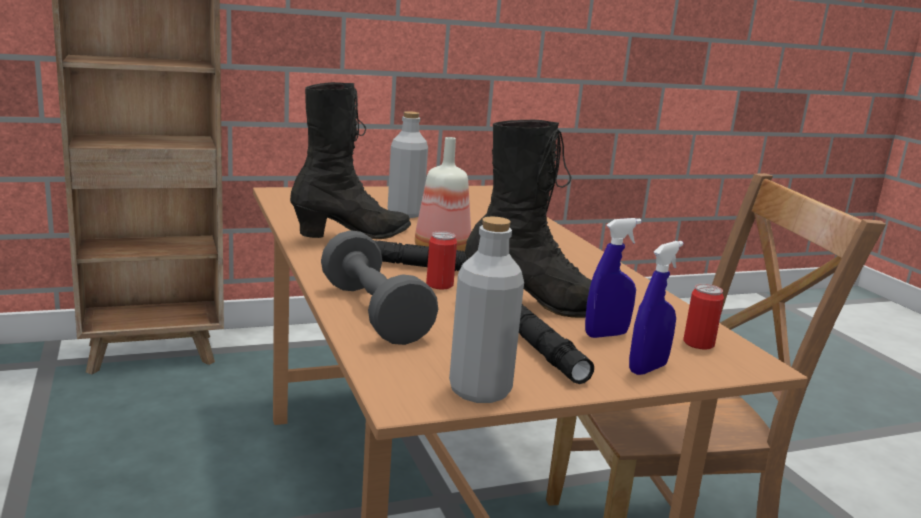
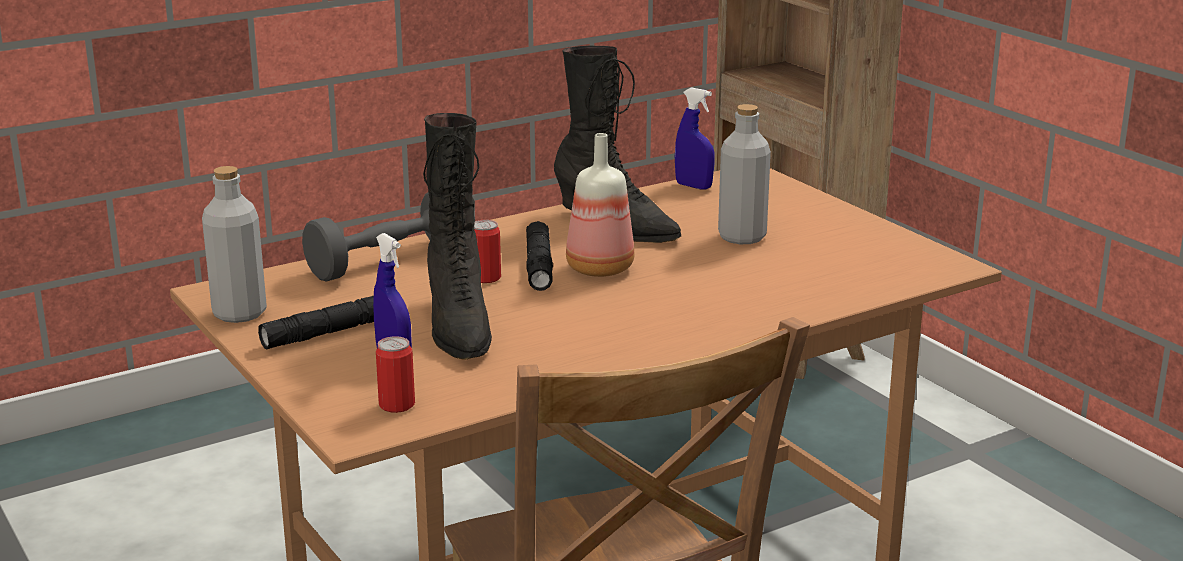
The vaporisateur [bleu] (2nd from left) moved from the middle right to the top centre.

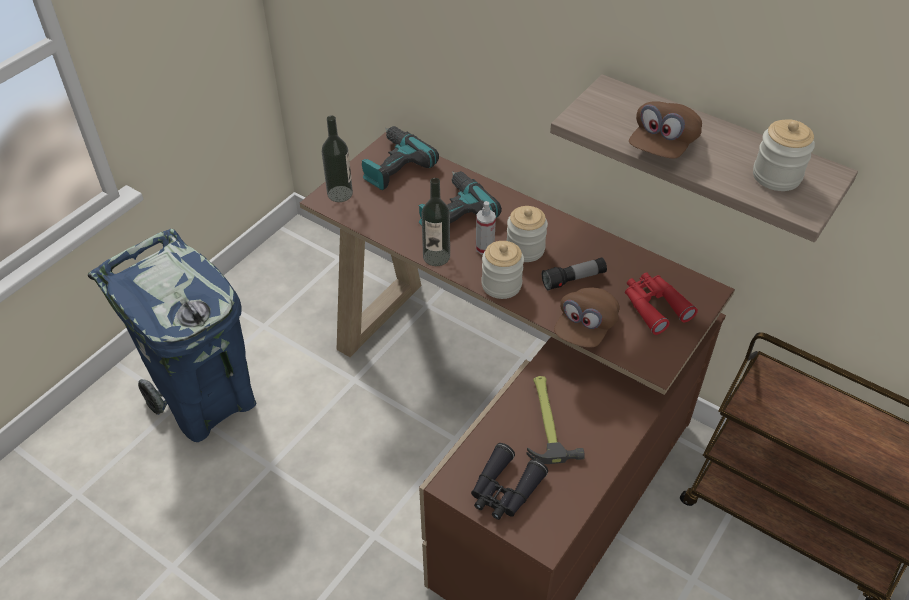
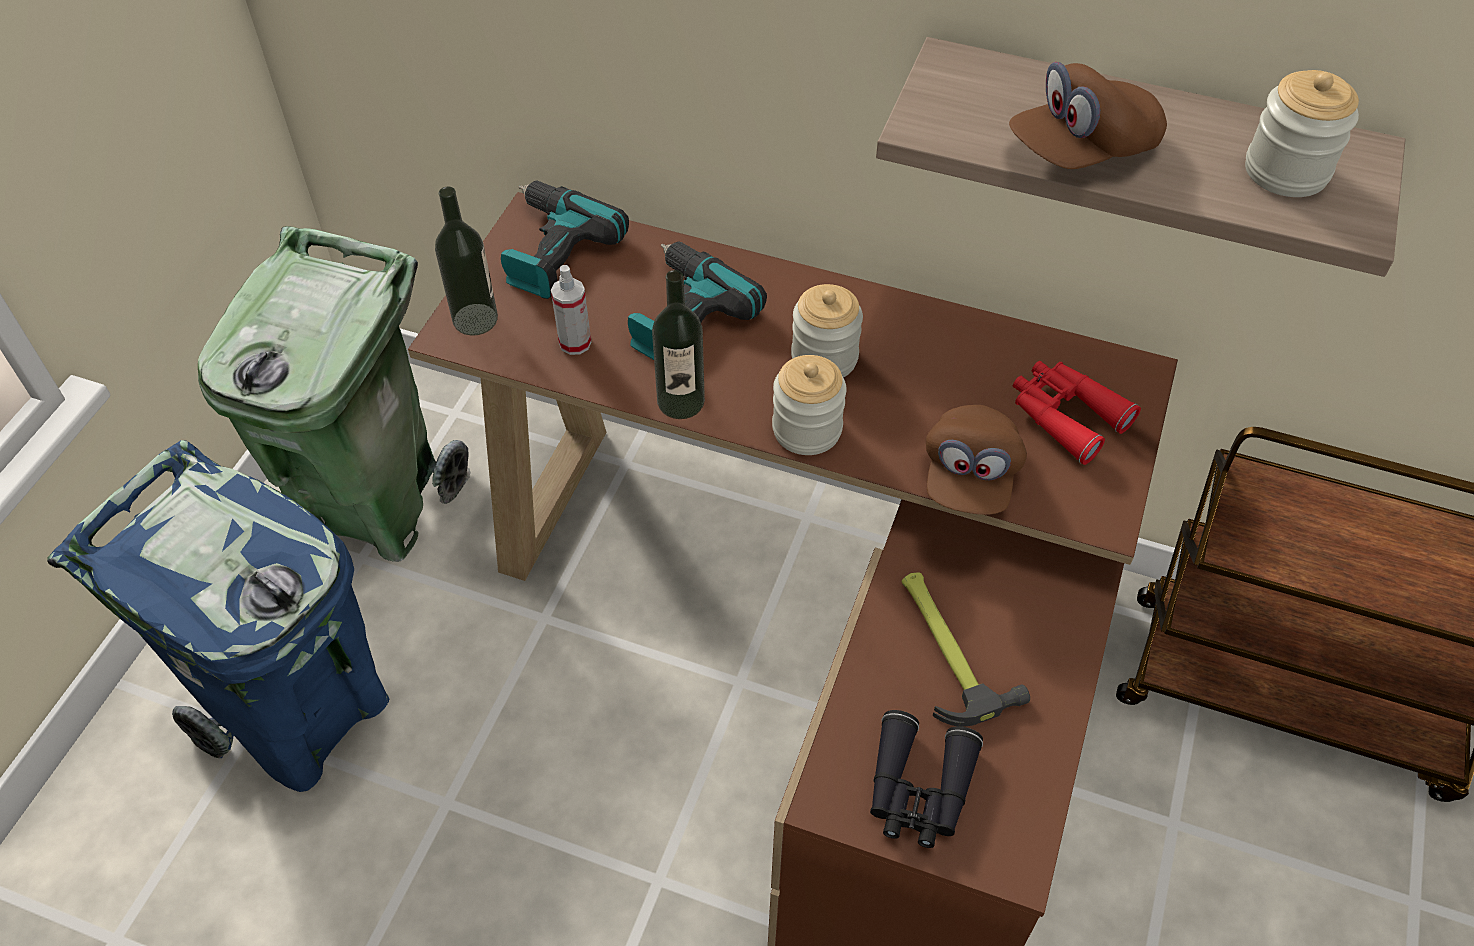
The poubelle [vert] at the middle left appeared.
The vaporisateur moved from the centre to the top centre.
The casquette [marron] (2nd from left) at the top right turned 45 degrees clockwise.
The lampe de poche at the centre disappeared.

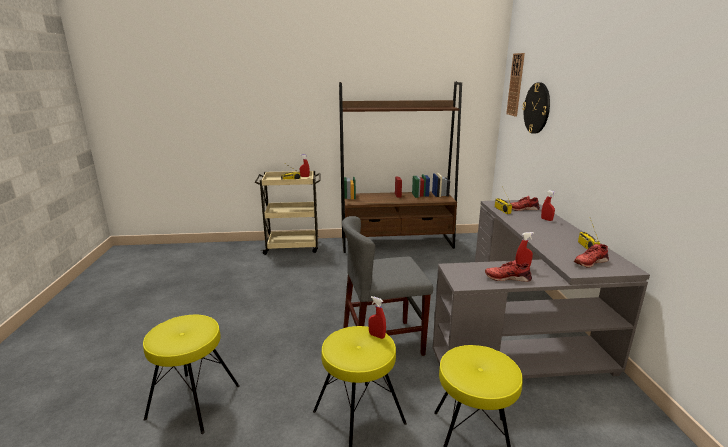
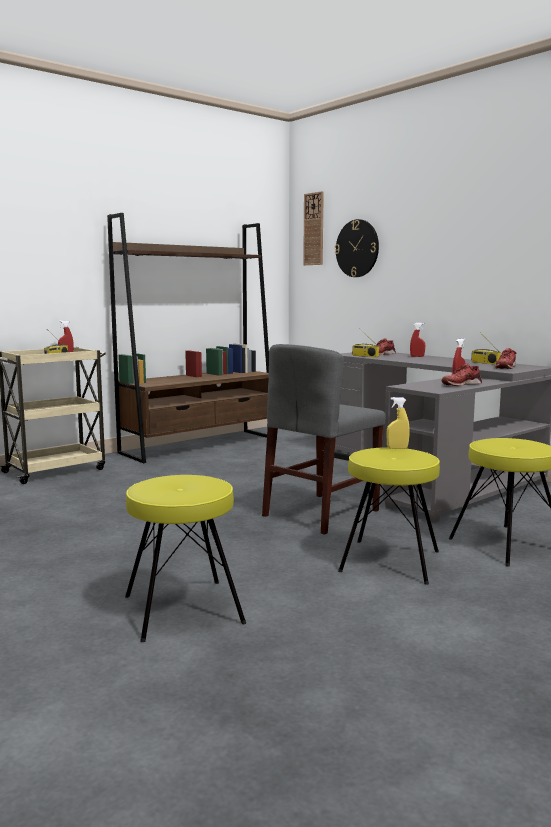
The vaporisateur [rouge] (2nd from left) at the bottom centre became the vaporisateur [jaune] at the middle right.

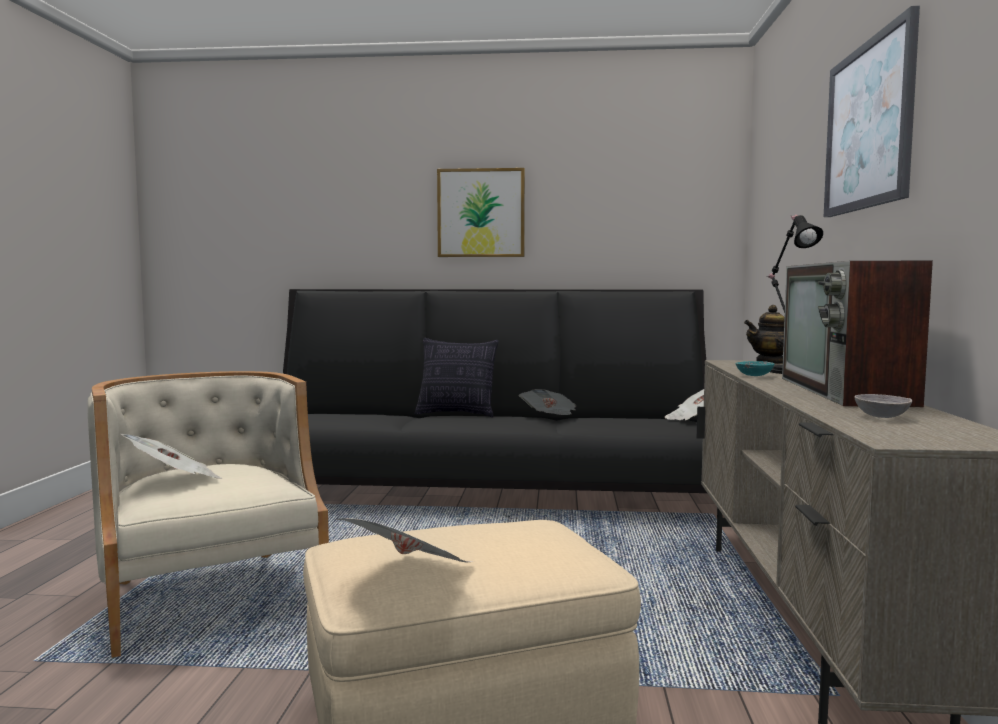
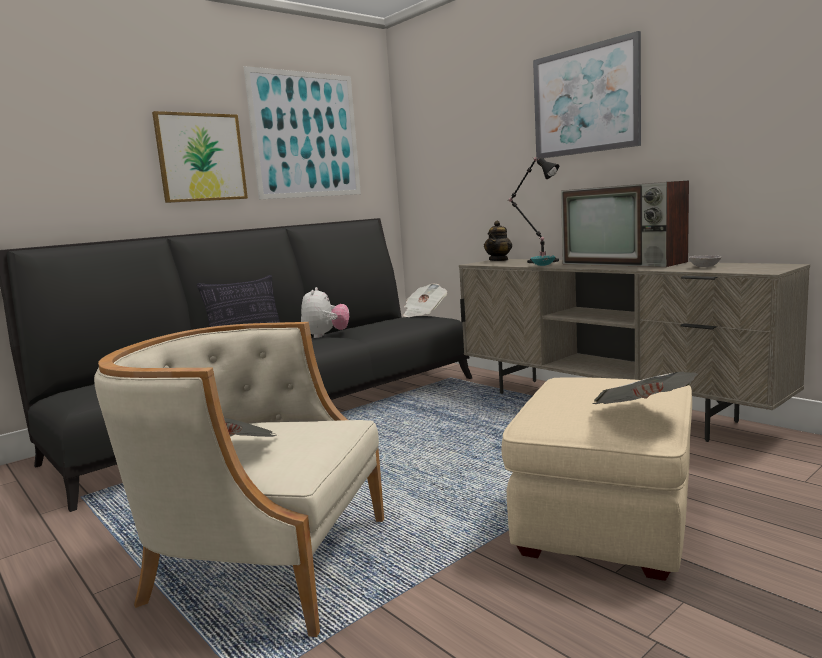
The tableau (2nd from left) at the top centre appeared.
The journal (3rd from left) at the centre was replaced by the peluche at the centre.

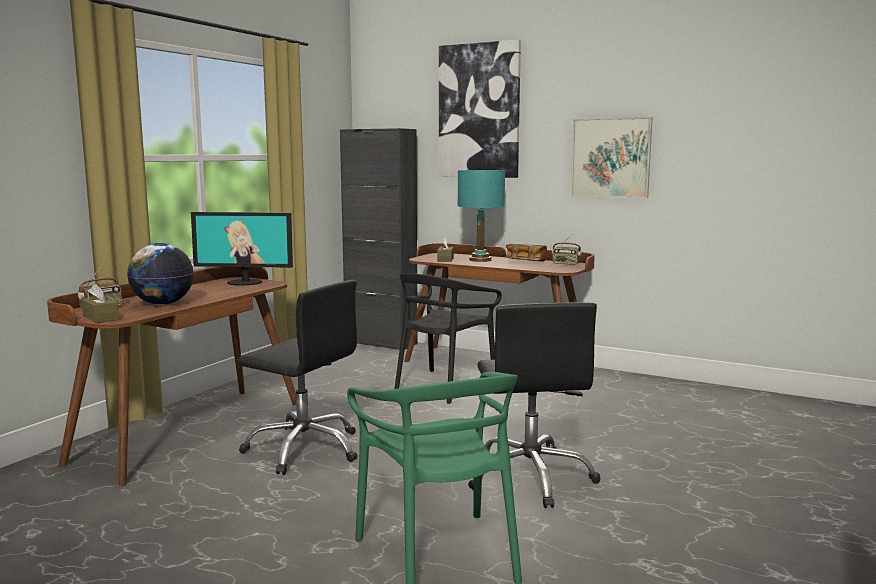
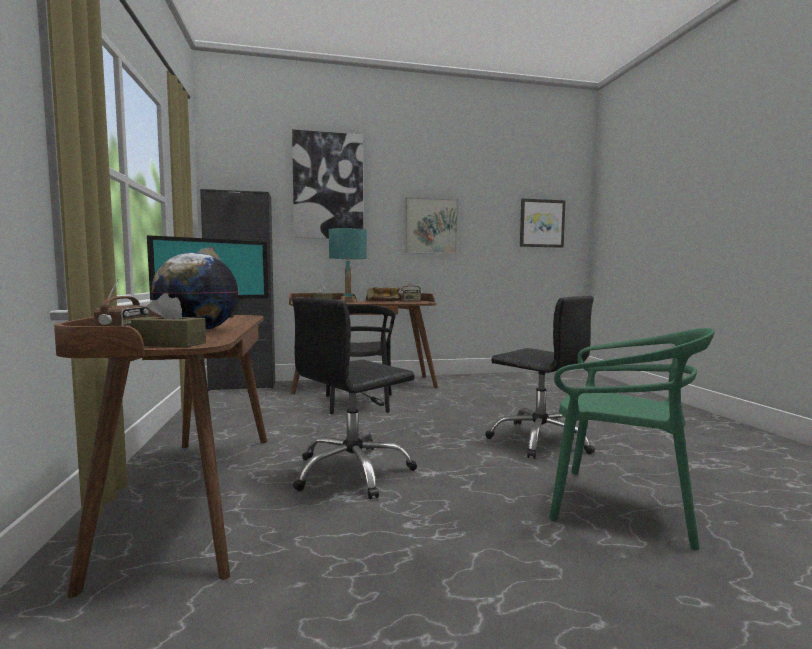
The chaise de bureau [noir] (1st from left) at the centre turned 150 degrees clockwise.
The tableau (3rd from left) at the middle right appeared.

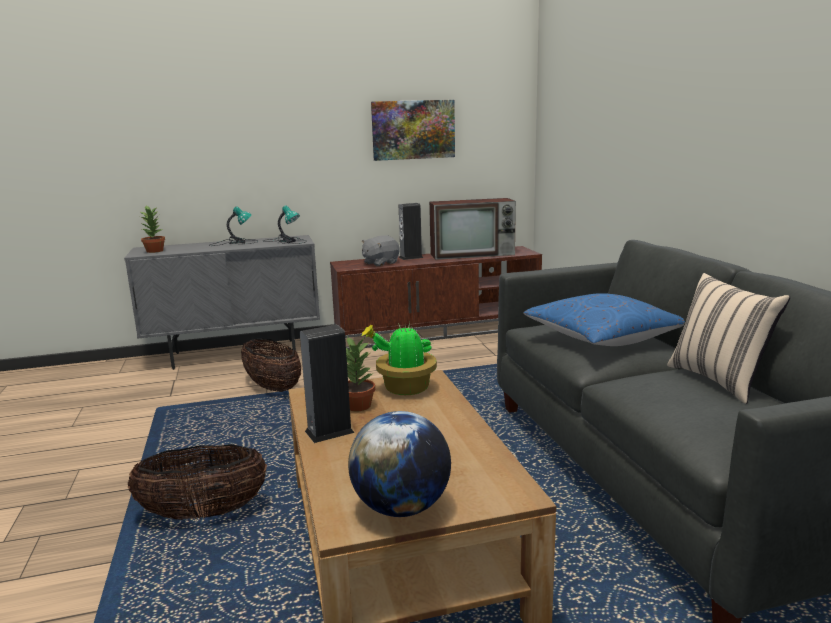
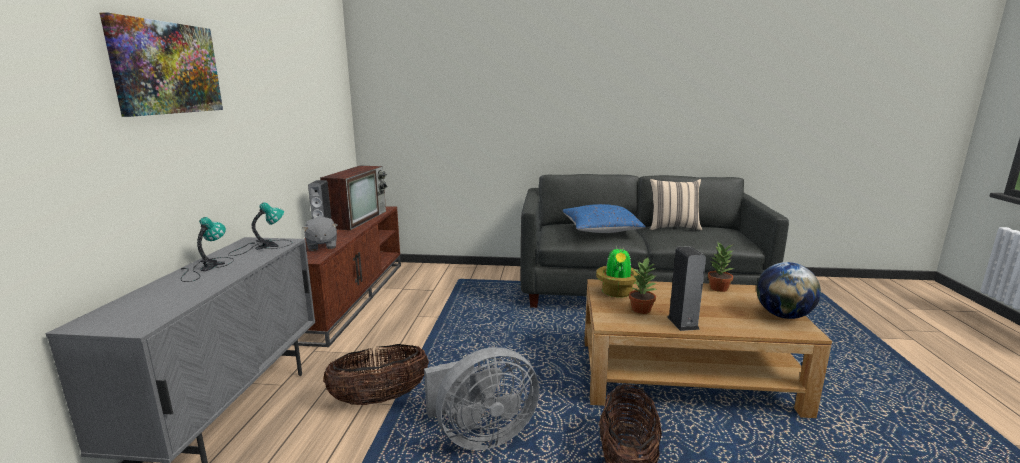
The tableau moved from the top centre to the top left.
The ventilateur [gris] at the bottom centre appeared.
The plante en pot (1st from left in the first image) moved from the middle left to the middle right.

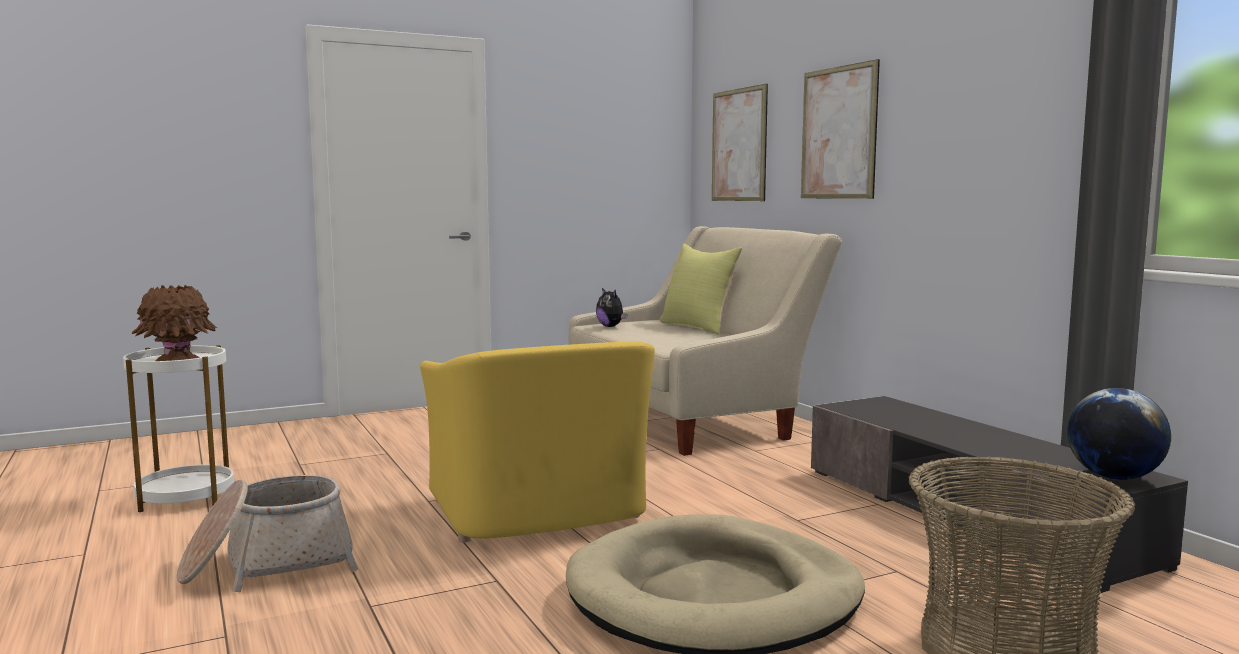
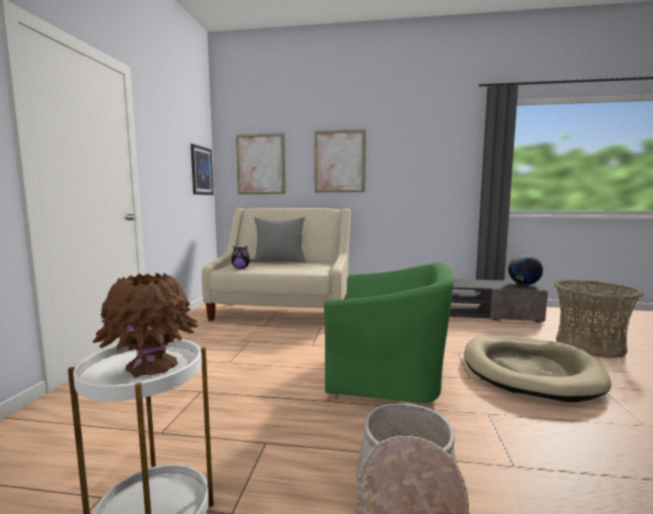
The tableau (1st from left) at the top left appeared.
The coussin [jaune] at the centre became the coussin [gris] at the centre.
The fauteuil [jaune] at the bottom centre became the fauteuil [vert] at the centre.

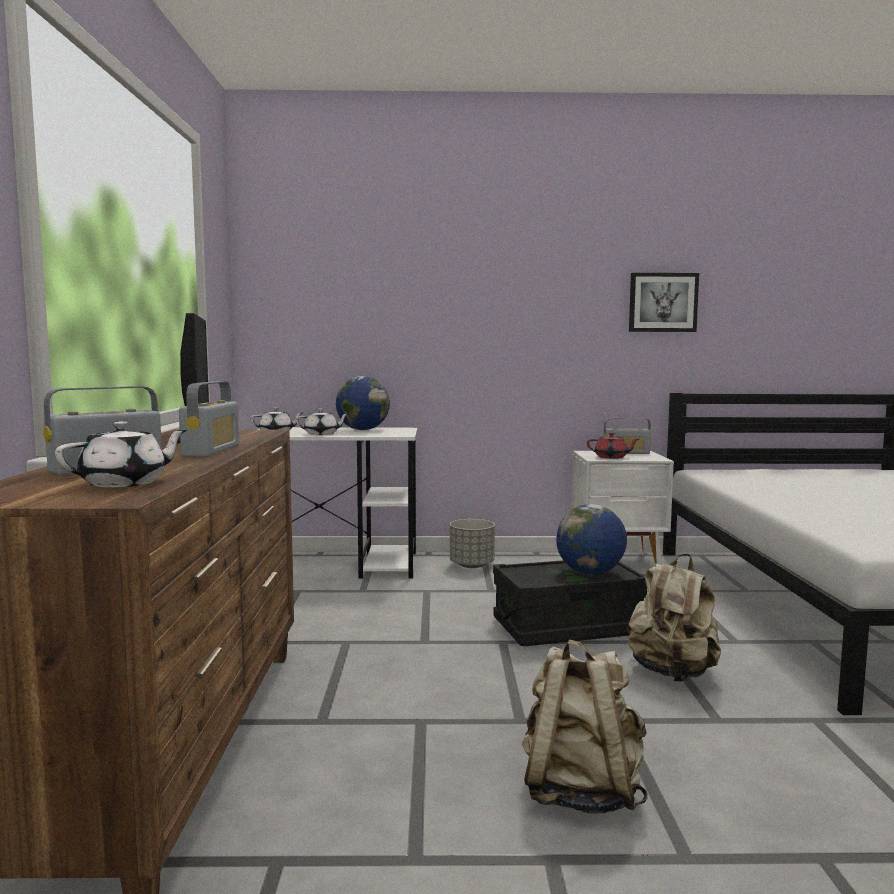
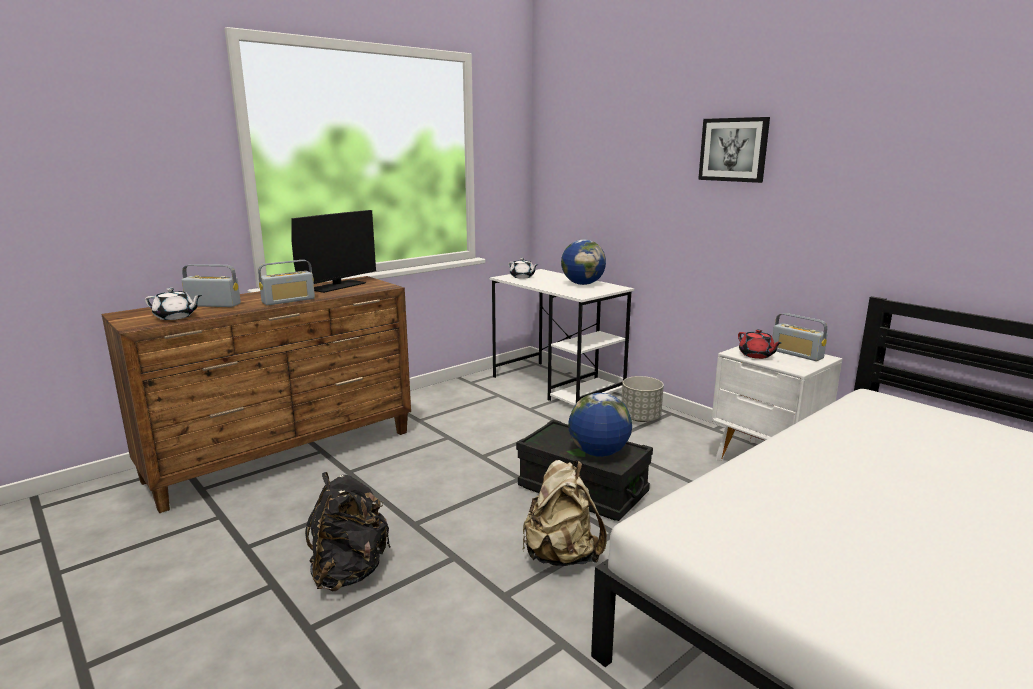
The sac à dos [beige] (1st from left) at the bottom centre became the sac à dos [noir] at the bottom centre.
The tableau moved from the middle right to the top right.
The théière [blanc] (3rd from left) at the centre disappeared.

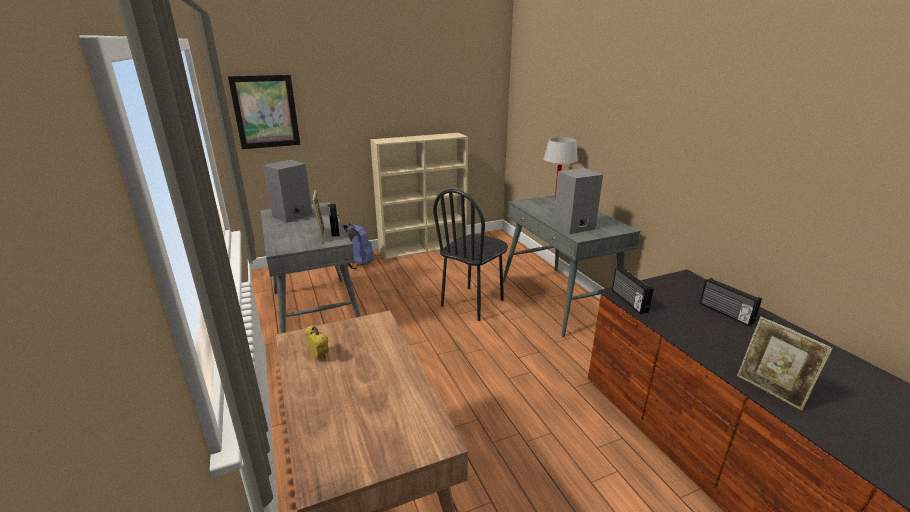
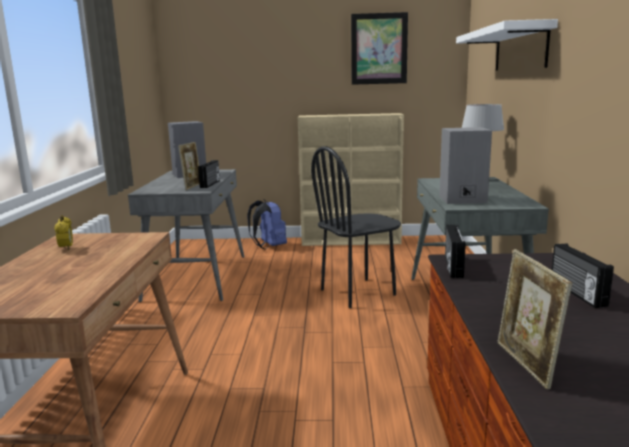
The tableau moved from the top left to the top centre.
The étagère [blanc] at the top right appeared.

